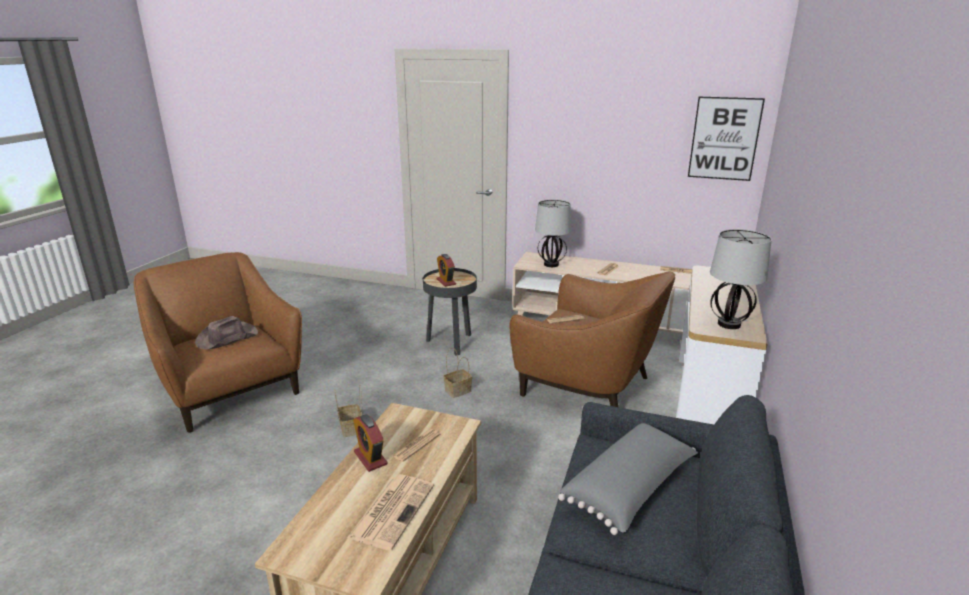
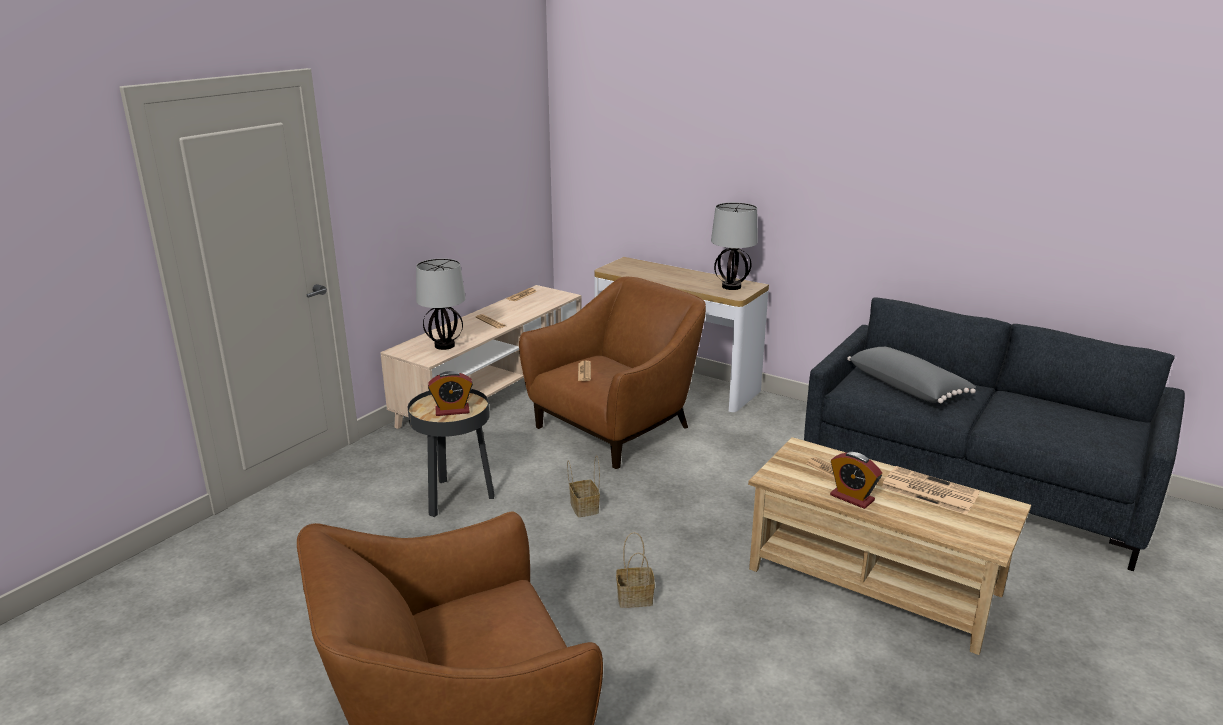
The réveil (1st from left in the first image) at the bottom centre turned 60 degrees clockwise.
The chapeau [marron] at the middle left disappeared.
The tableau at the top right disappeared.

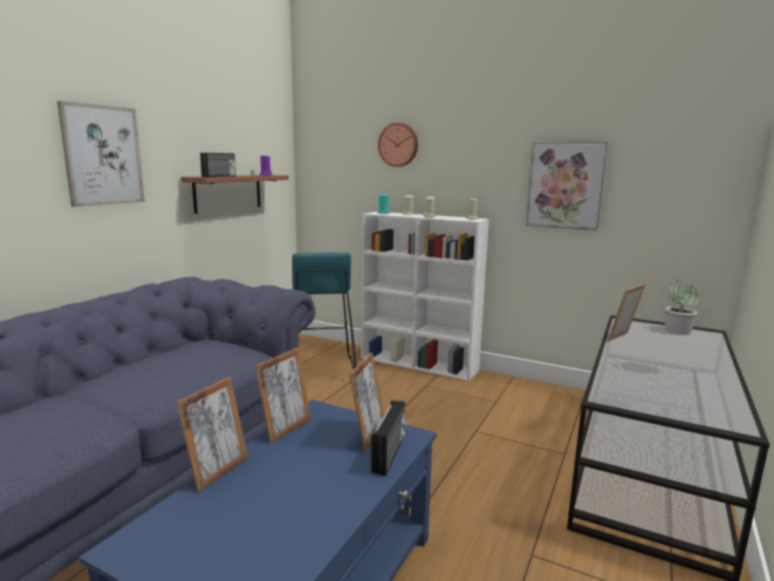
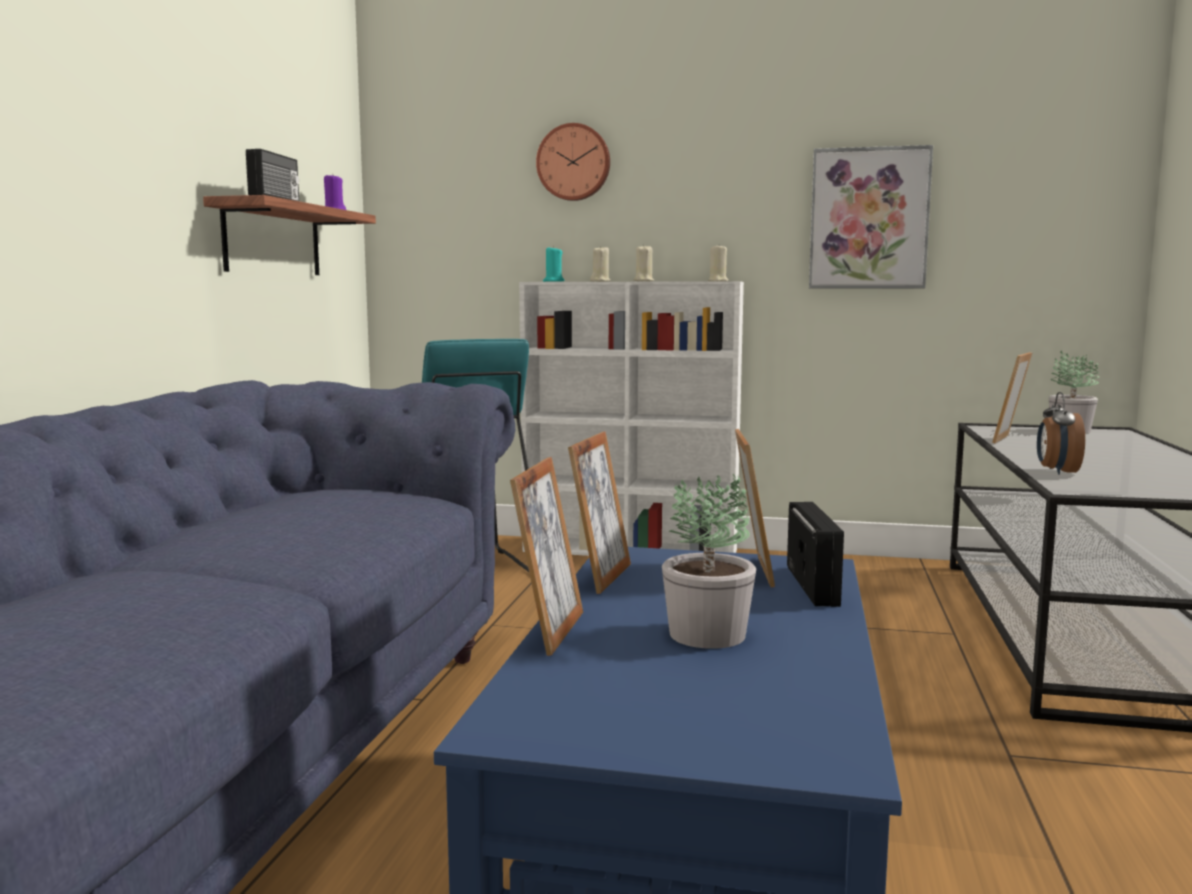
The plante en pot (1st from left) at the centre appeared.
The réveil at the middle right appeared.
The tableau (1st from left) at the top left disappeared.

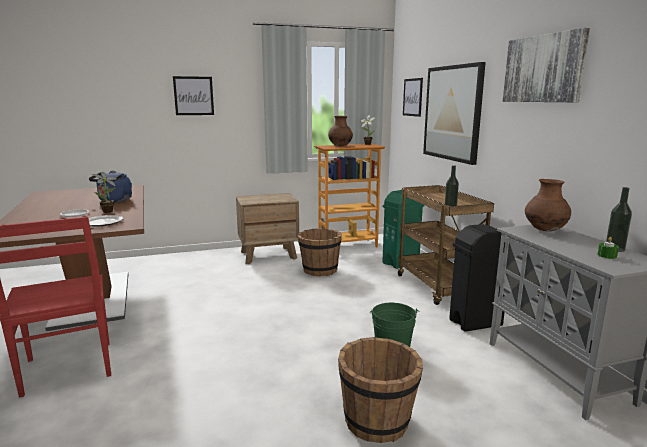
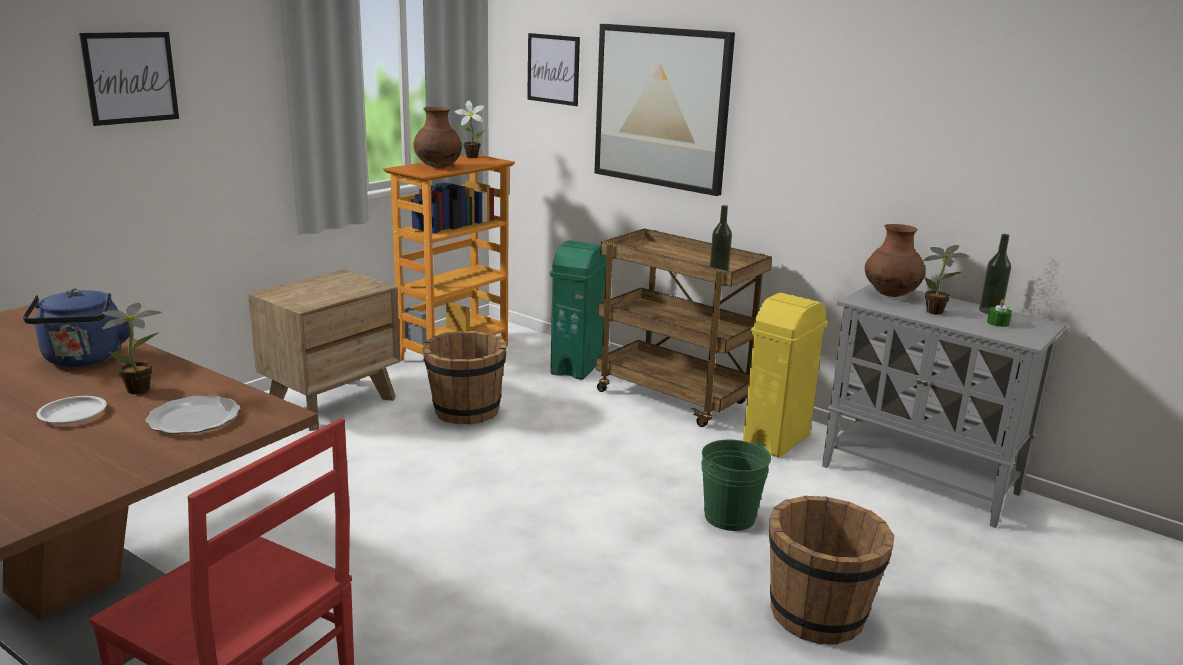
The poubelle [noir] at the middle right became the poubelle [jaune] at the centre.
The plante en pot (3rd from left) at the middle right appeared.
The tableau (4th from left) at the top right disappeared.

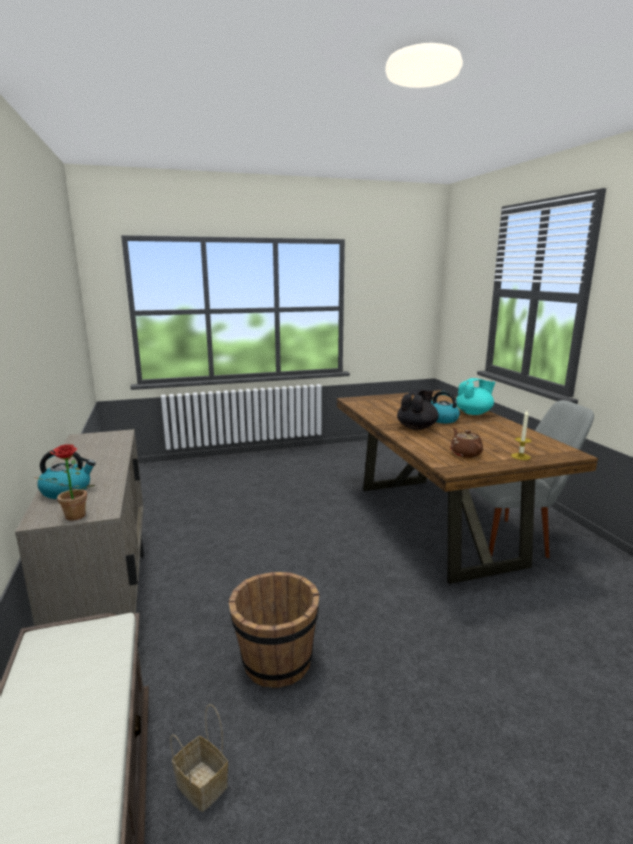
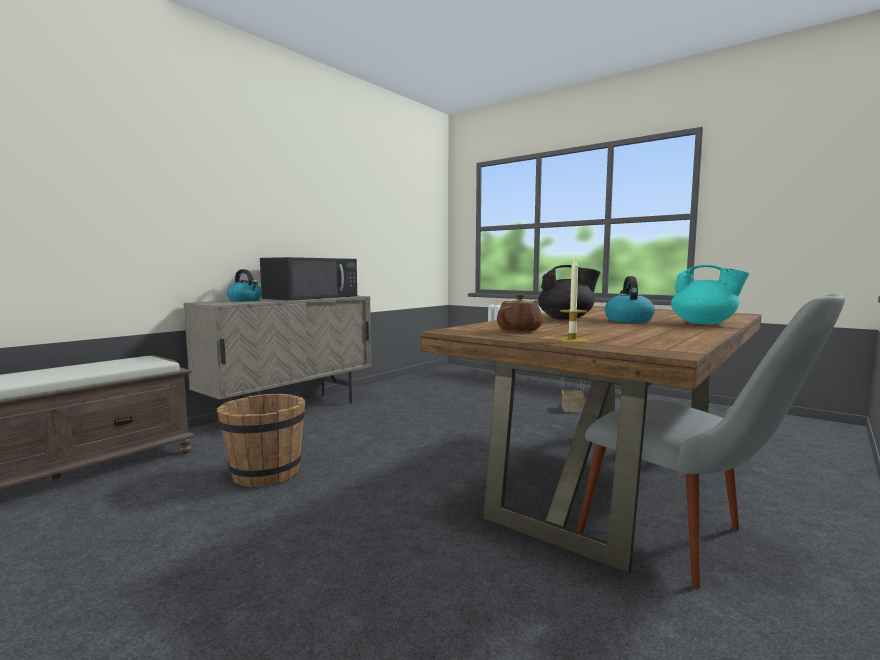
The micro-ondes [noir] at the centre appeared.
The panier moved from the bottom left to the centre.
The plante en pot at the middle left disappeared.

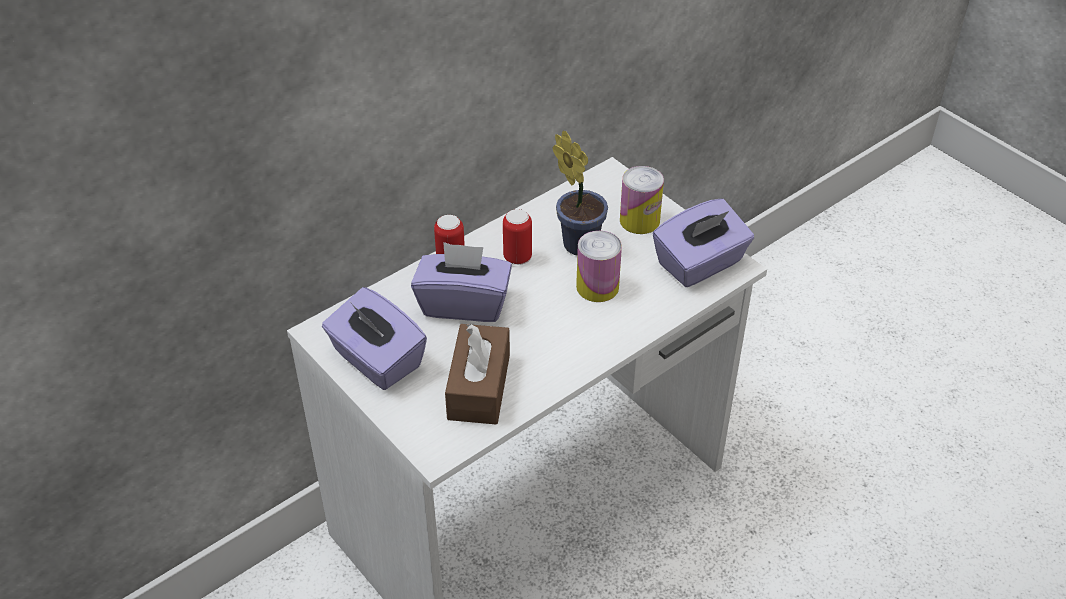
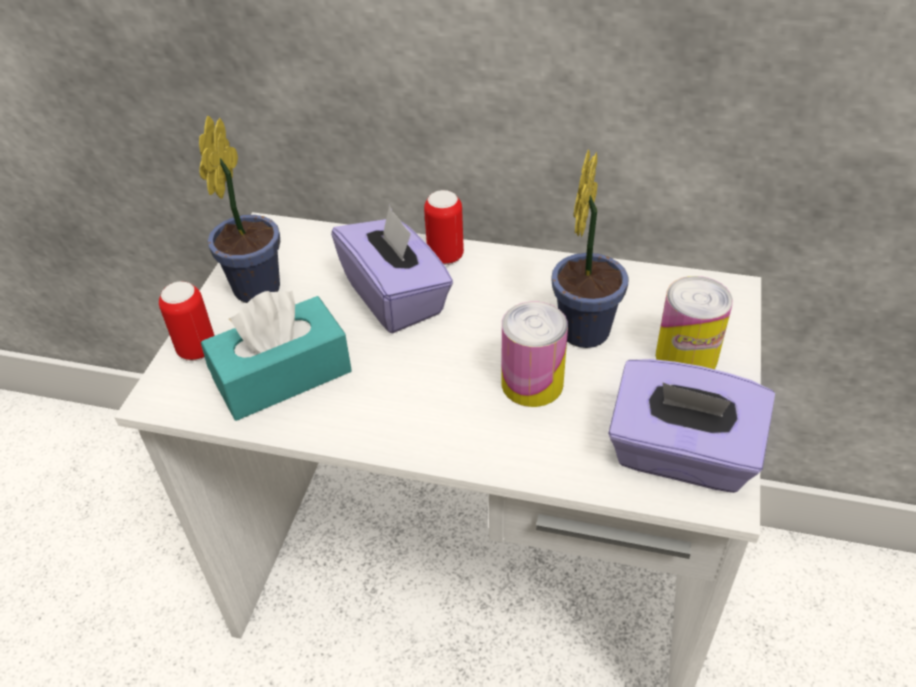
The boîte métallique (2nd from left in the first image) moved from the centre to the middle left.
The boîte à mouchoirs [violet] (1st from left) at the centre was replaced by the plante en pot (1st from left) at the top left.
The boîte à mouchoirs [marron] at the centre became the boîte à mouchoirs [turquoise] at the middle left.

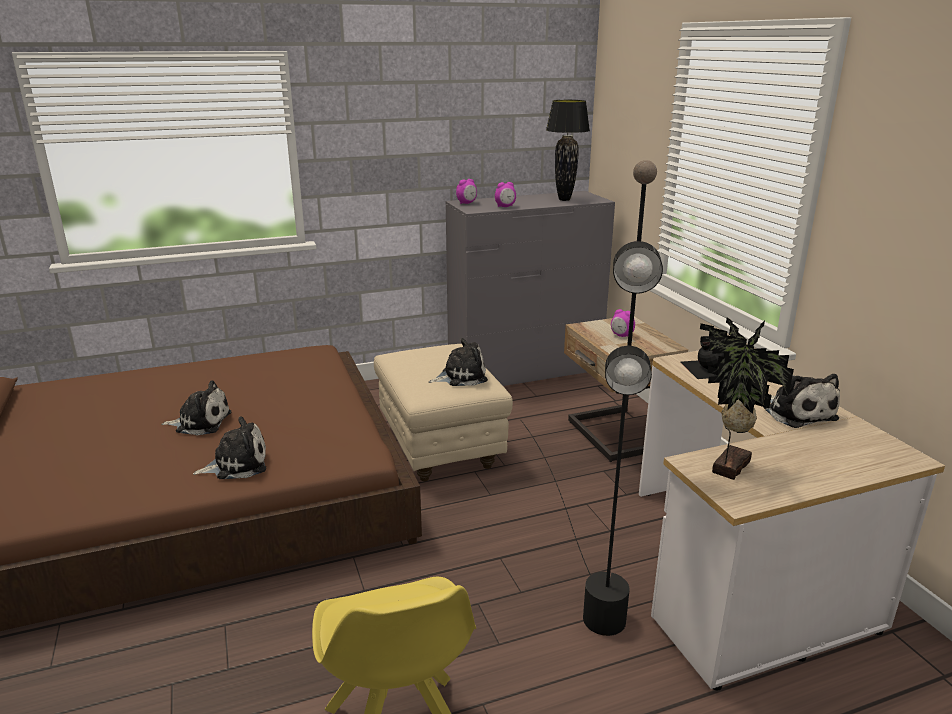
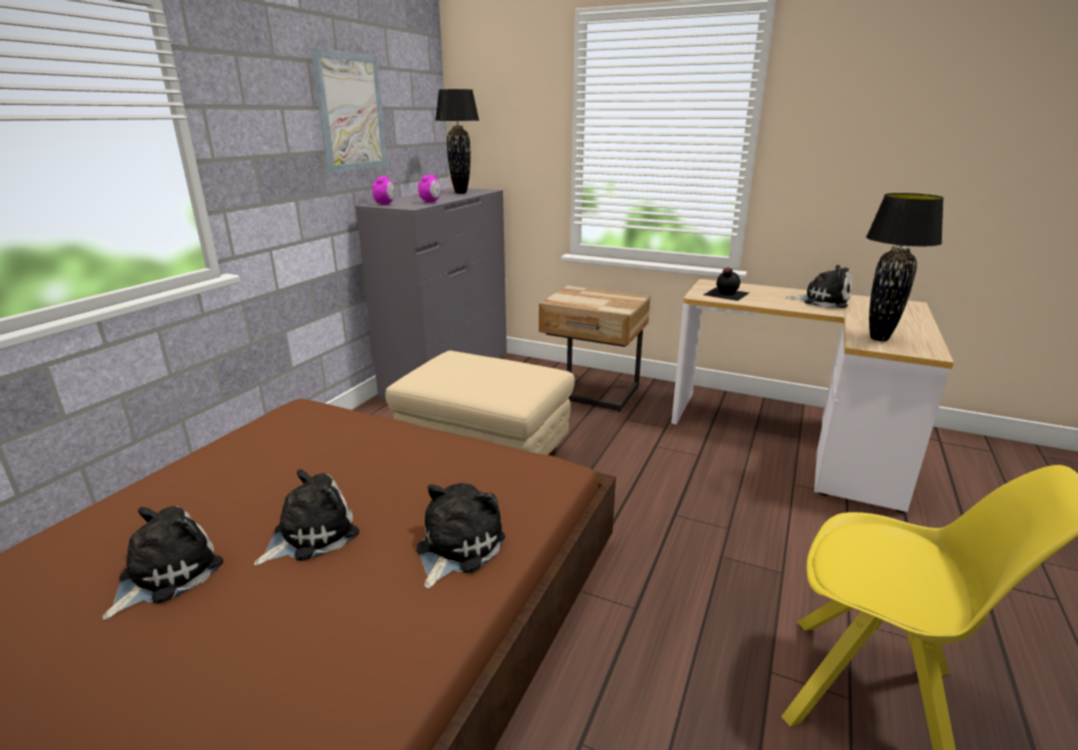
The peluche (3rd from left in the first image) moved from the centre to the bottom left.
The tableau at the top left appeared.
The plante en pot at the middle right was replaced by the lampe de table [noir] (2nd from left) at the middle right.
The lampadaire [noir] at the centre disappeared.
The réveil (3rd from left) at the centre disappeared.

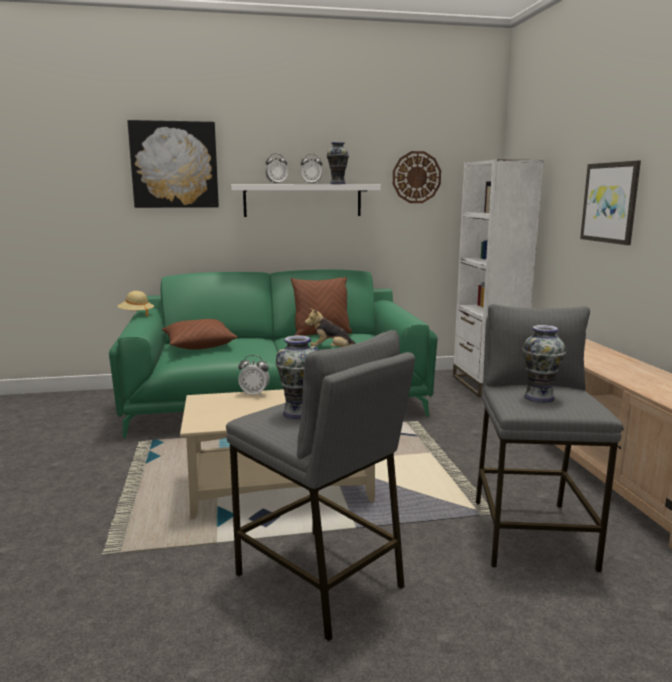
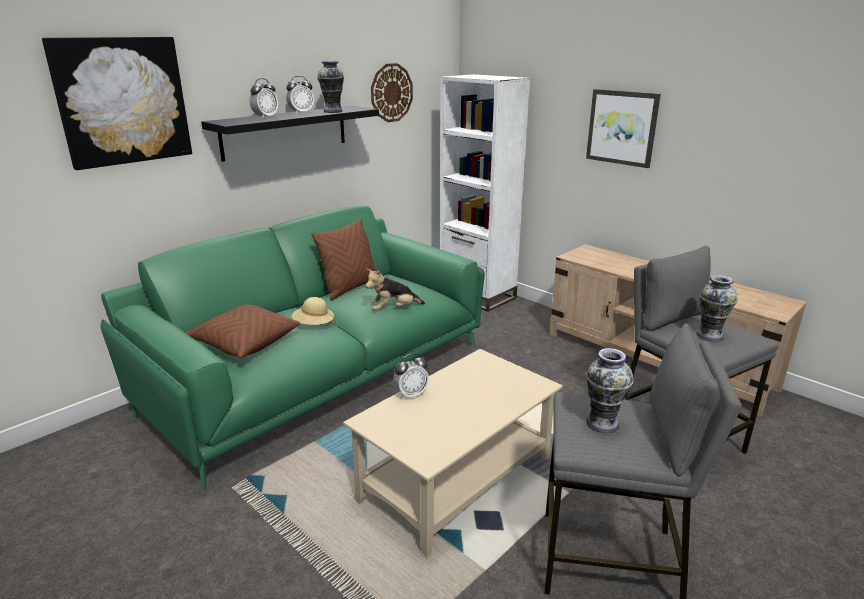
The étagère [blanc] at the top centre became the étagère [noir] at the top centre.
The chapeau [beige] moved from the middle left to the centre.

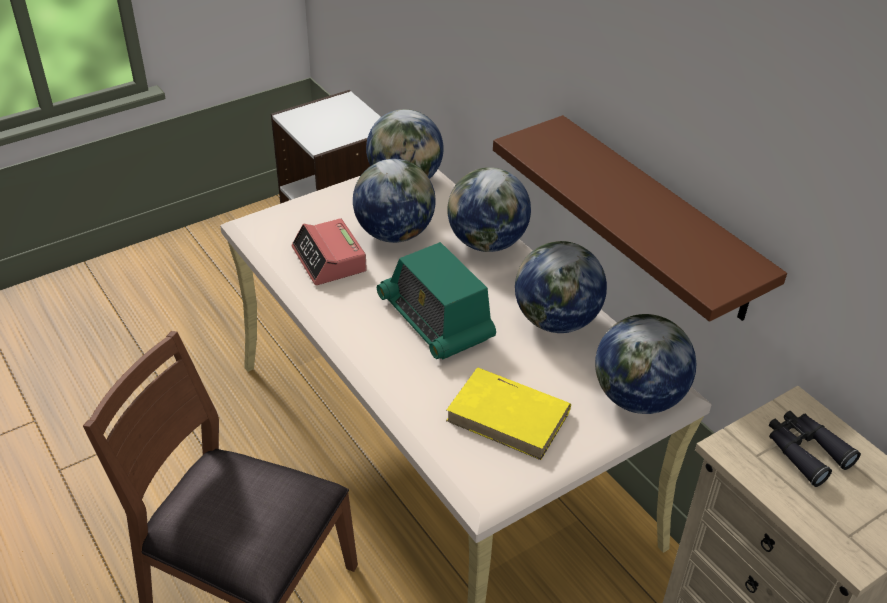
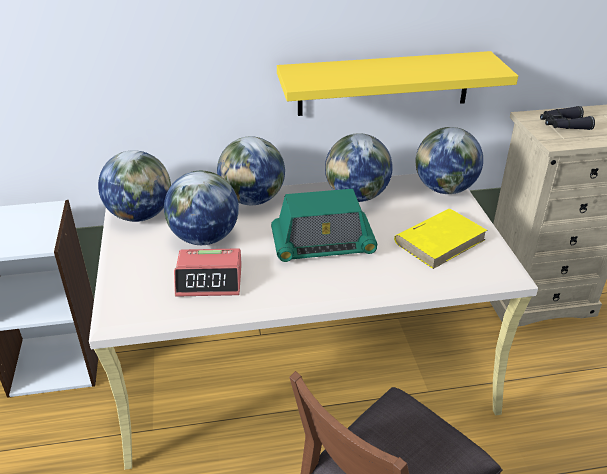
The étagère [marron] at the middle right became the étagère [jaune] at the top centre.

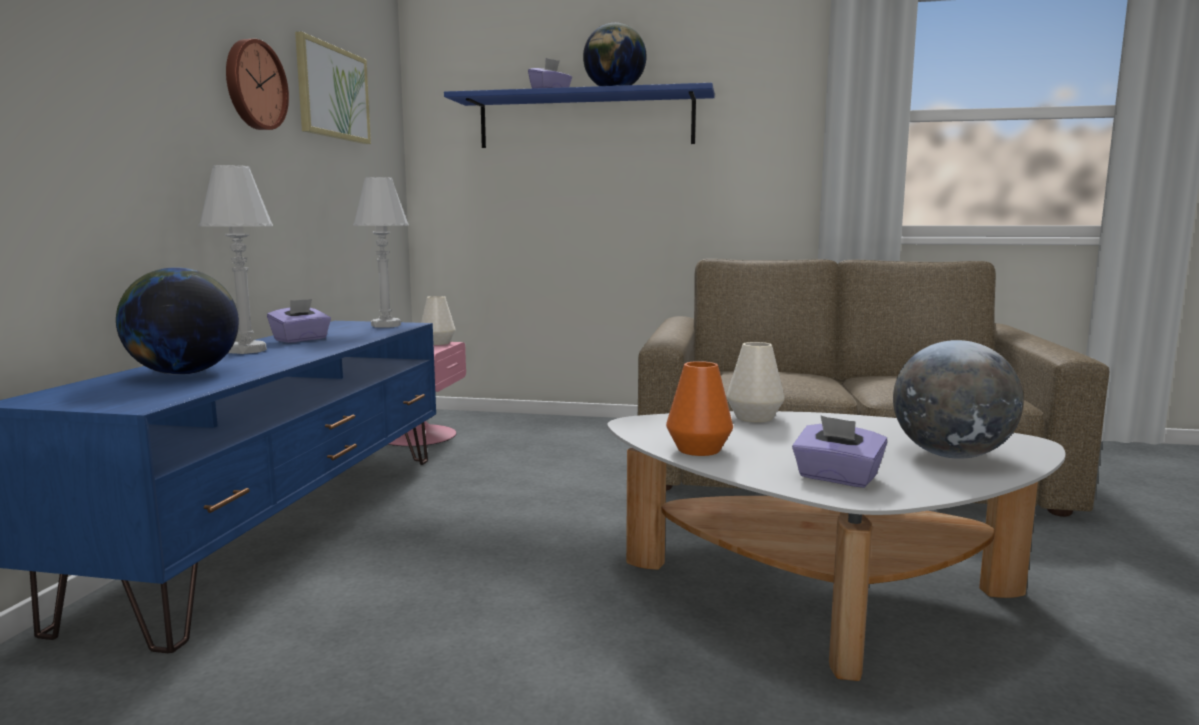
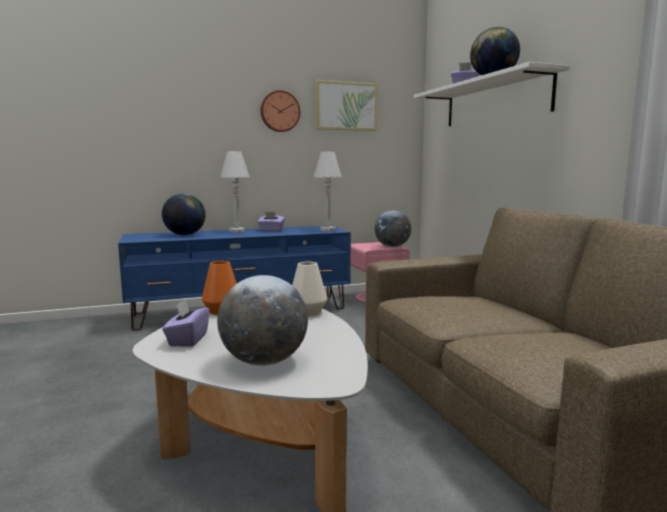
The vase [blanc] (1st from left) at the centre was replaced by the globe (3rd from left) at the centre.
The étagère [bleu] at the top centre became the étagère [blanc] at the top right.

